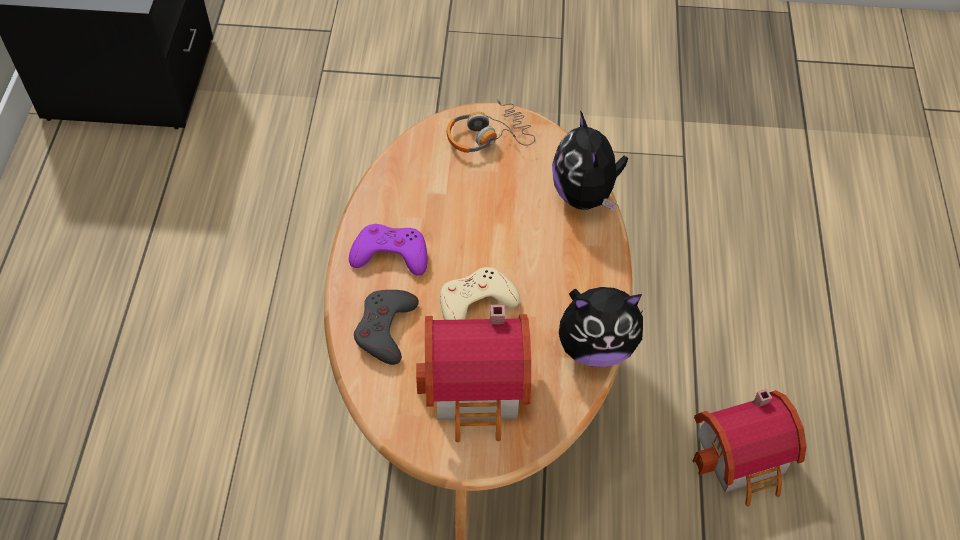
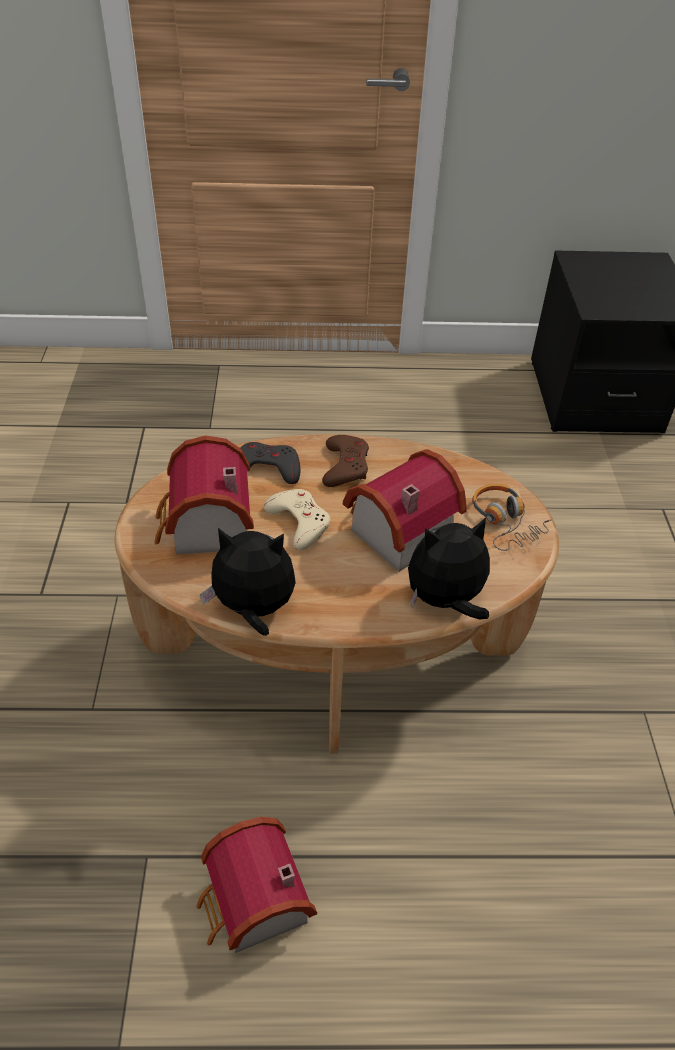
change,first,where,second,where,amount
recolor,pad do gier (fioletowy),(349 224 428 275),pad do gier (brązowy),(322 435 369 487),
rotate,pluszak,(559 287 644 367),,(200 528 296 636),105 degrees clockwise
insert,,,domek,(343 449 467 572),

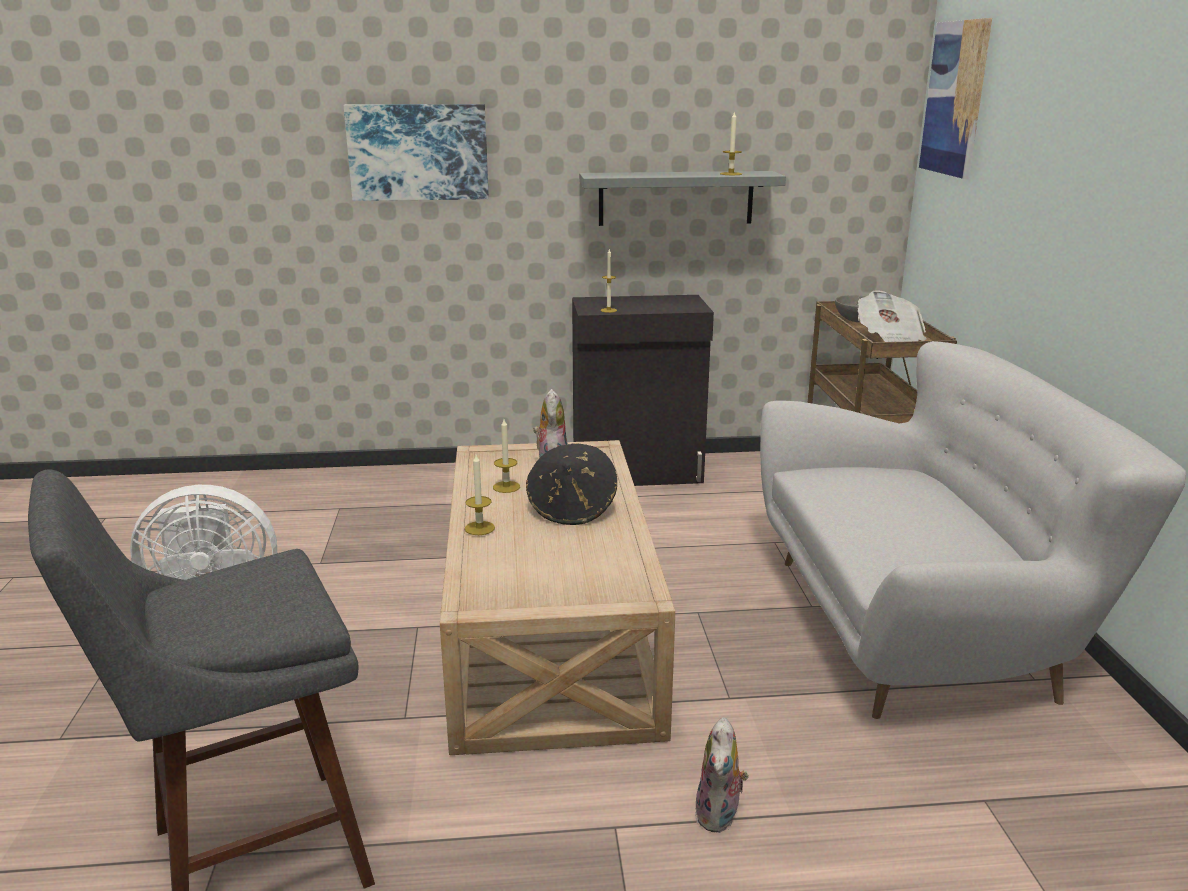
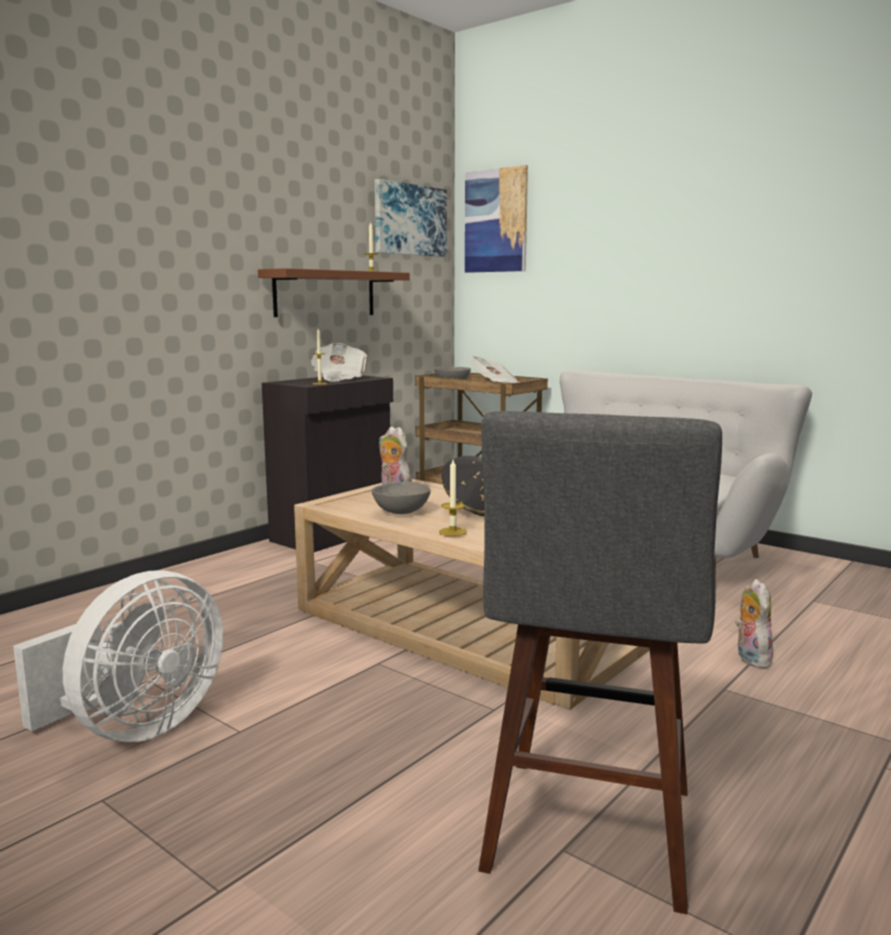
change,first,where,second,where,amount
move,obraz,(344 104 489 201),,(375 179 447 257),
replace,świeca,(493 419 520 493),miska (szary),(372 481 431 514),
recolor,półka (szary),(579 171 786 226),półka (brązowy),(258 268 410 317),
rotate,pluszak,(695 717 749 833),,(735 579 773 668),150 degrees counterclockwise
insert,,,gazeta,(310 343 367 382),

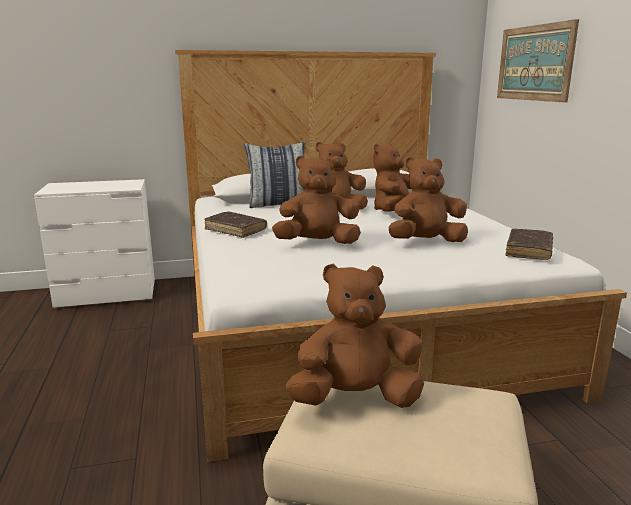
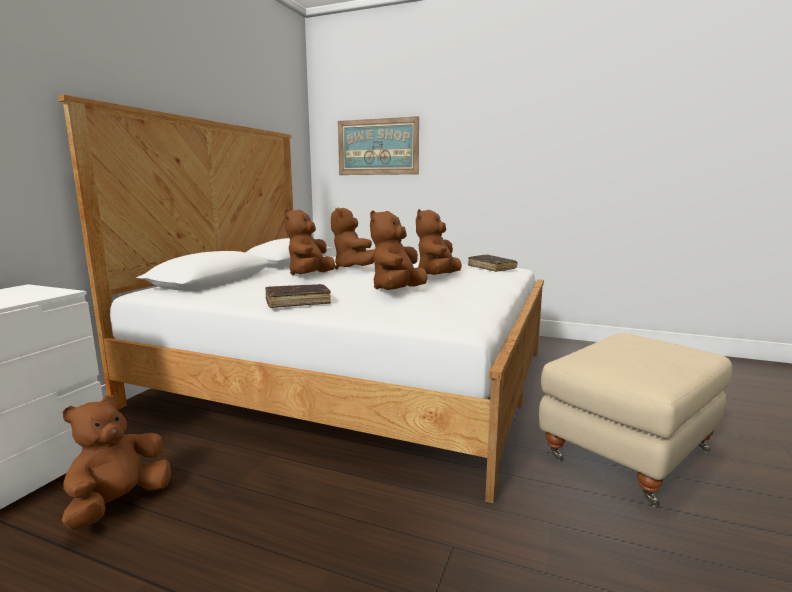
change,first,where,second,where,amount
delete,poduszka,(244 141 306 208),,,
move,pluszak (brązowy),(286 264 424 408),,(62 395 171 530),

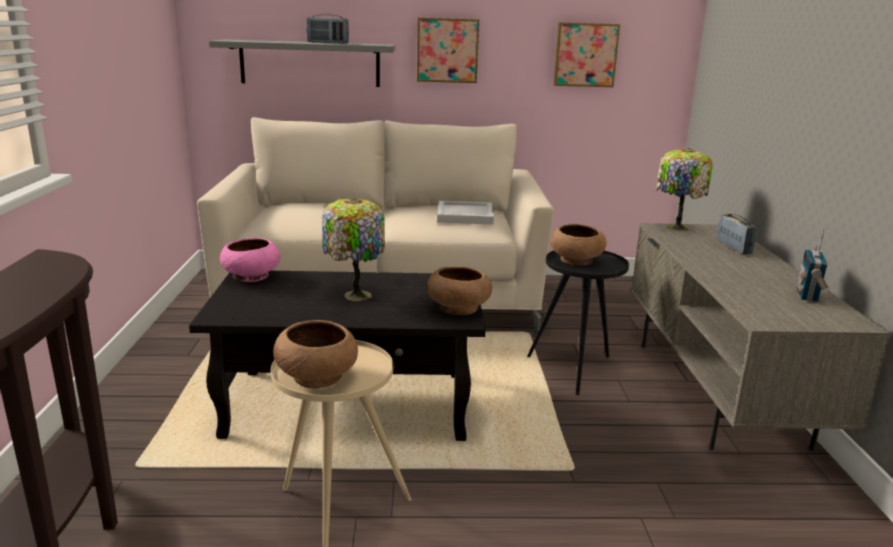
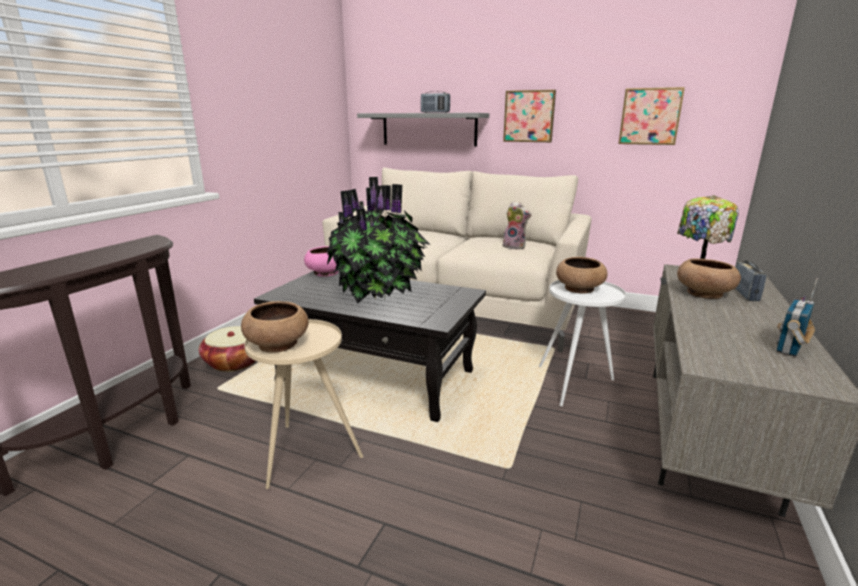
change,first,where,second,where,amount
replace,lampa stołowa,(322 198 385 301),roślina doniczkowa,(326 177 430 304),
move,miska (brązowy),(427 266 492 315),,(677 258 741 299),
replace,taca (biały),(437 201 494 224),pluszak,(503 201 531 250),
recolor,stolik (czarny),(527 251 629 395),stolik (biały),(539 280 626 406),
insert,,,koszyk,(199 326 255 372),

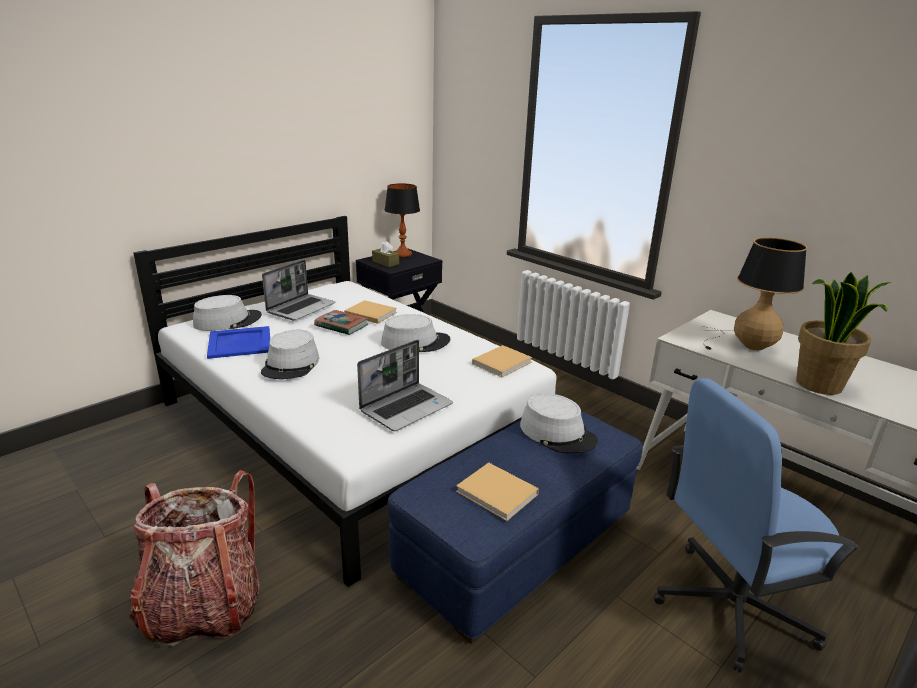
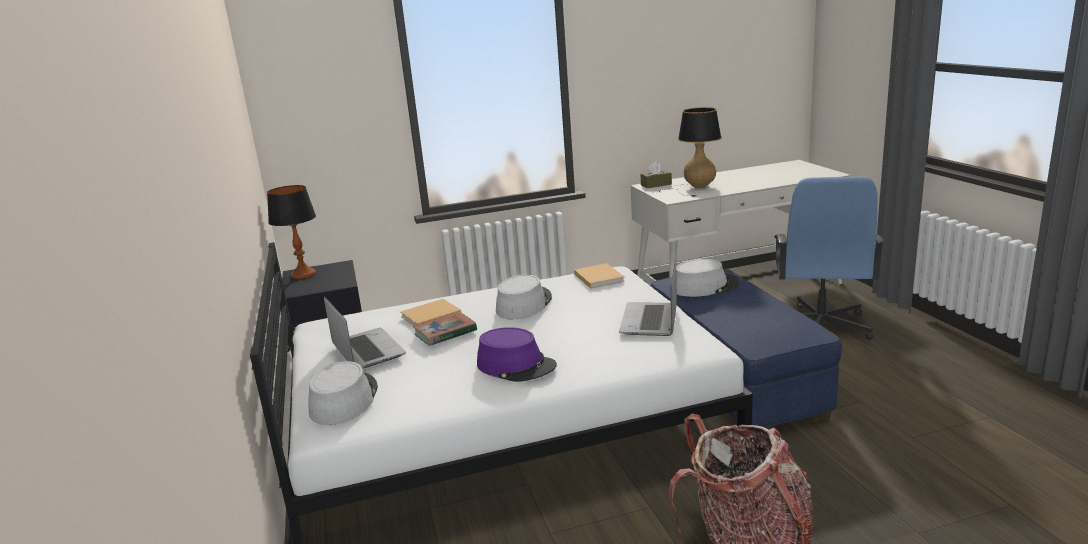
change,first,where,second,where,amount
delete,taca (niebieski),(207 326 270 359),,,
recolor,kapelusz (szary),(261 330 319 379),kapelusz (fioletowy),(477 327 557 382),
rotate,laptop,(357 340 453 431),,(619 260 677 336),150 degrees counterclockwise
move,pudełko chusteczek (brązowy),(372 241 399 267),,(641 162 672 188),
delete,książka (beżowy),(456 463 539 521),,,
delete,roślina doniczkowa,(796 272 890 395),,,

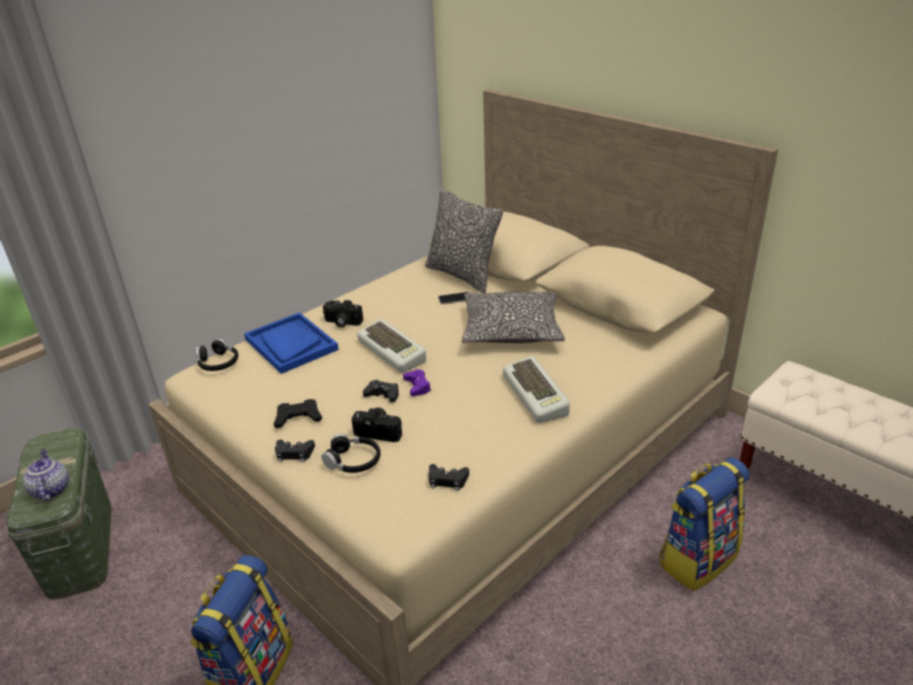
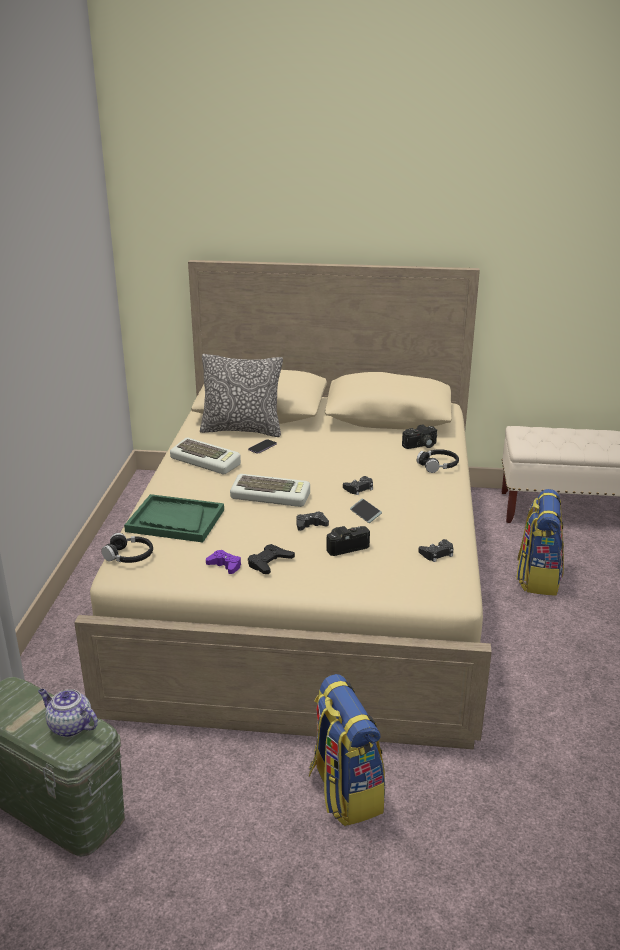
change,first,where,second,where,amount
recolor,taca (niebieski),(244 312 339 374),taca (zielony),(124 494 224 542),
move,pad do gier (czarny),(275 440 315 462),,(343 476 373 495),
move,słuchawki (czarny),(321 434 381 473),,(417 449 459 473),
move,aparat fotograficzny,(323 300 363 328),,(402 425 437 449),
move,pad do gier (fioletowy),(403 369 431 396),,(206 550 241 574),
delete,poduszka,(462 292 565 343),,,
move,klawiatura,(503 356 570 423),,(170 438 241 474),
insert,,,telefon,(350 498 382 523),

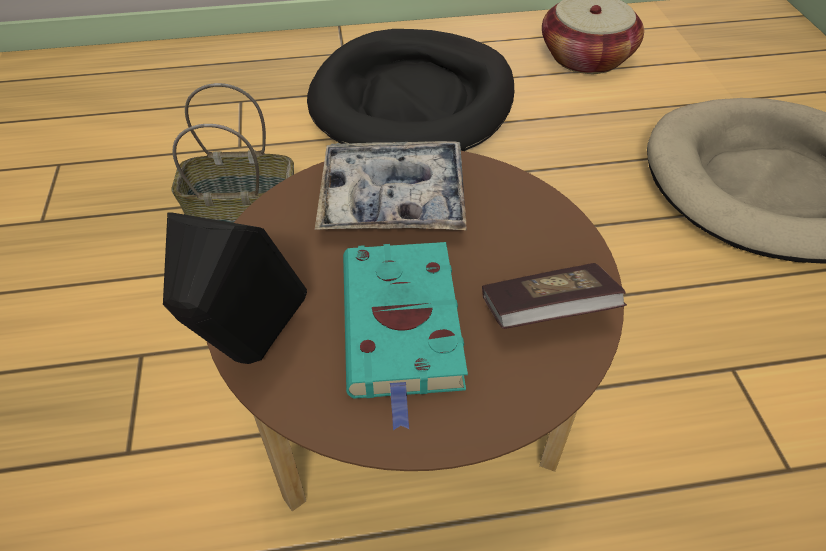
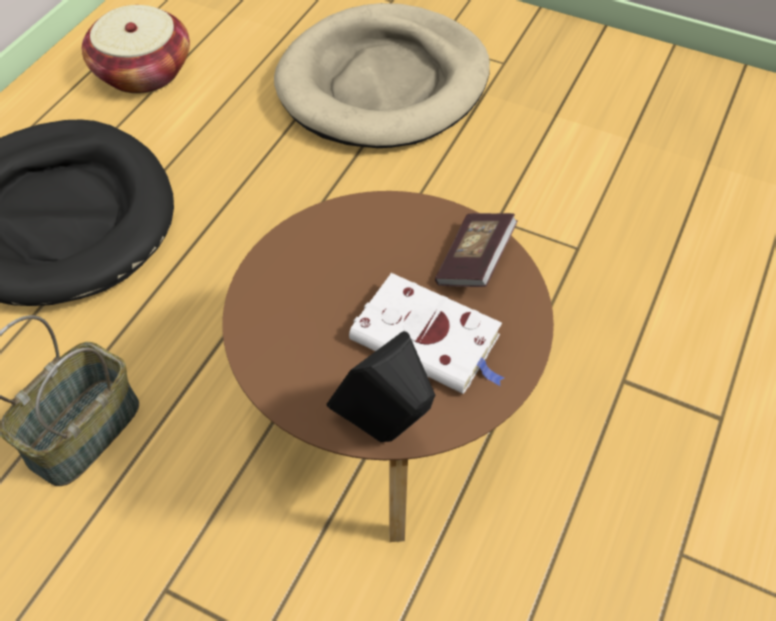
change,first,where,second,where,amount
delete,taca,(315 141 467 230),,,
recolor,książka (turkusowy),(343 242 468 430),książka (biały),(349 273 504 394),

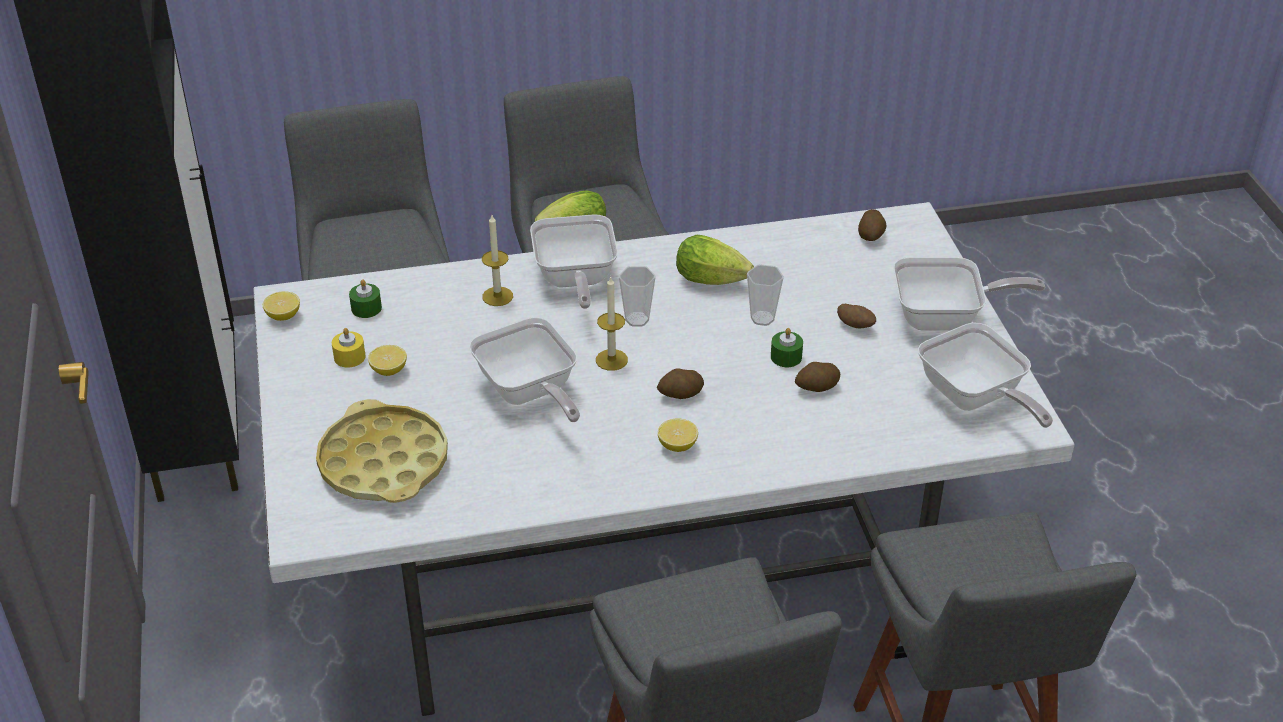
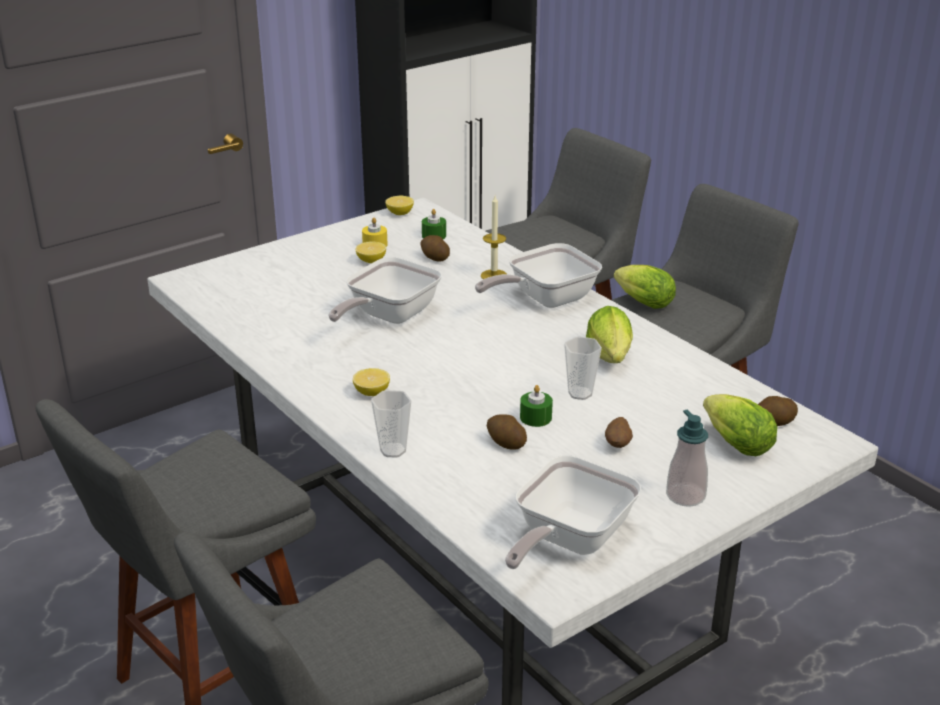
change,first,where,second,where,amount
delete,taca (żółty),(316 399 448 503),,,
delete,świeca,(596 276 628 371),,,
move,filiżanka,(619 266 656 327),,(371 390 412 458),
move,ziemniak,(657 369 704 399),,(420 235 450 261),
replace,patelnia,(893 257 1046 330),dozownik mydła,(666 410 708 507),
insert,,,sałata,(703 394 777 456),

